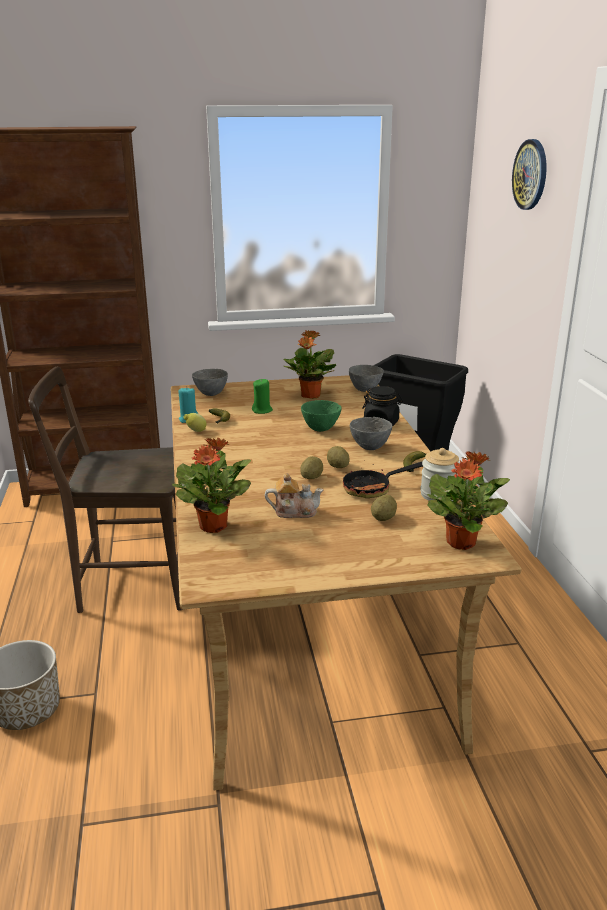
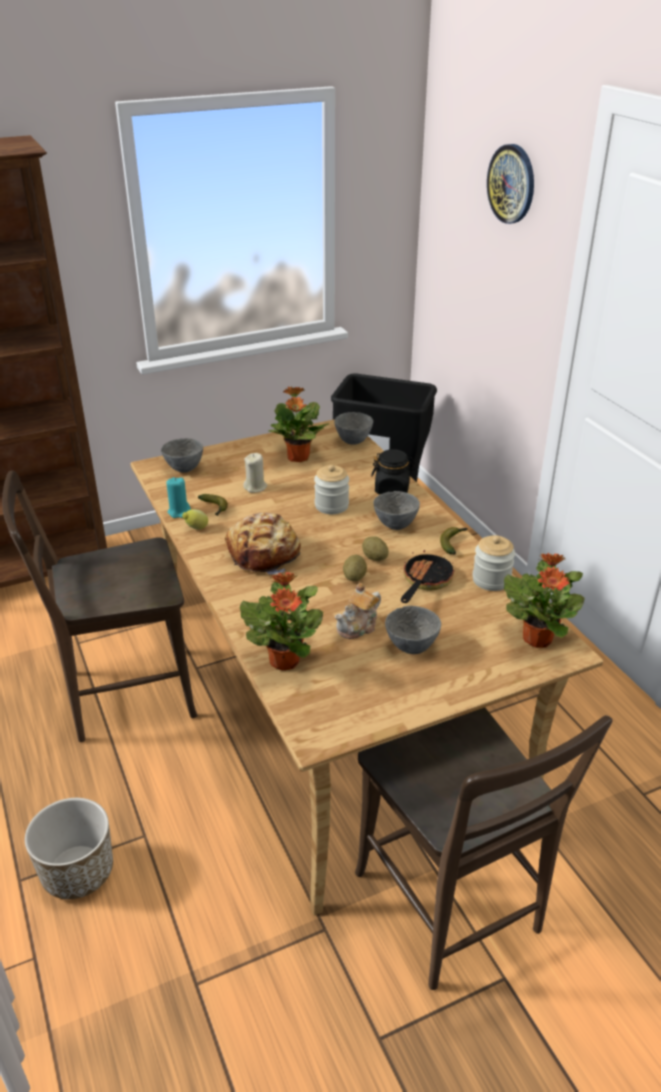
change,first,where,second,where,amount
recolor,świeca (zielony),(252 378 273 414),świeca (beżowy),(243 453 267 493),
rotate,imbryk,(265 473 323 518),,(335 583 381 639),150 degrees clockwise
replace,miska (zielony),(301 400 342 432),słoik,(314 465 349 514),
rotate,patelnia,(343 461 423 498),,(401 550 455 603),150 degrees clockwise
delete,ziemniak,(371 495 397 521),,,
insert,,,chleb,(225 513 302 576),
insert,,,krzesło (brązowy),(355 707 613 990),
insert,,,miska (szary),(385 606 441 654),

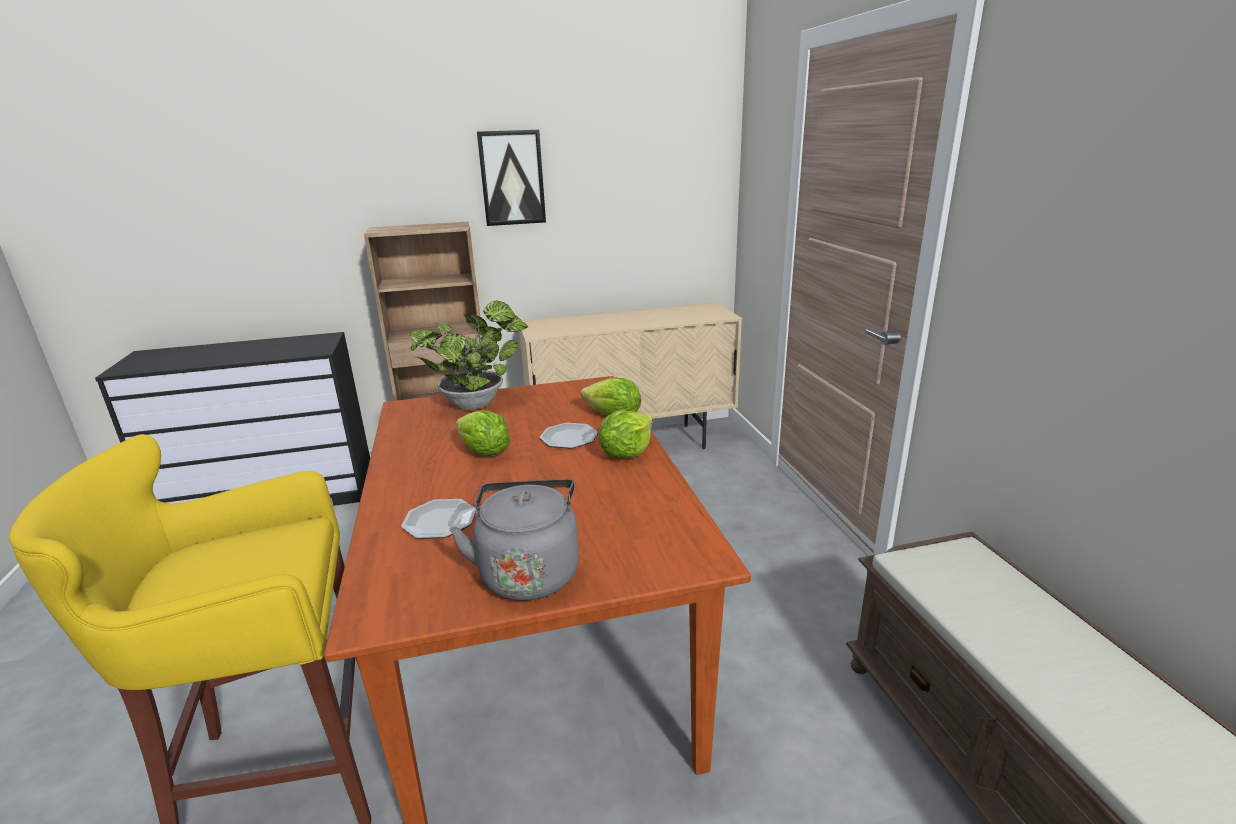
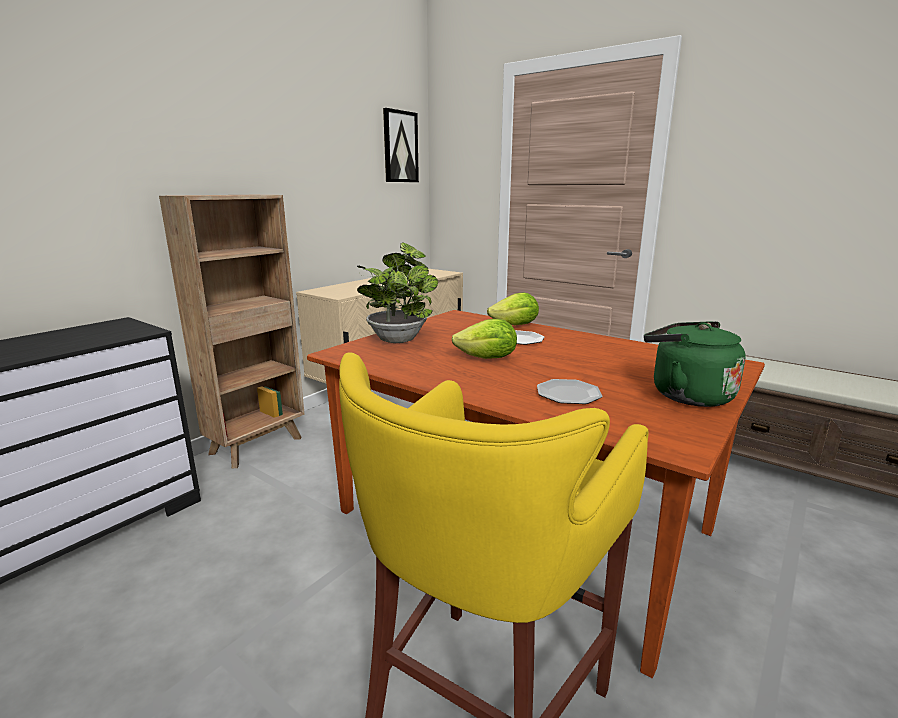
change,first,where,second,where,amount
recolor,czajnik (szary),(450 479 579 601),czajnik (zielony),(644 321 746 407),
move,obraz,(477 130 546 226),,(383 108 419 182),
delete,sałata,(598 410 653 458),,,

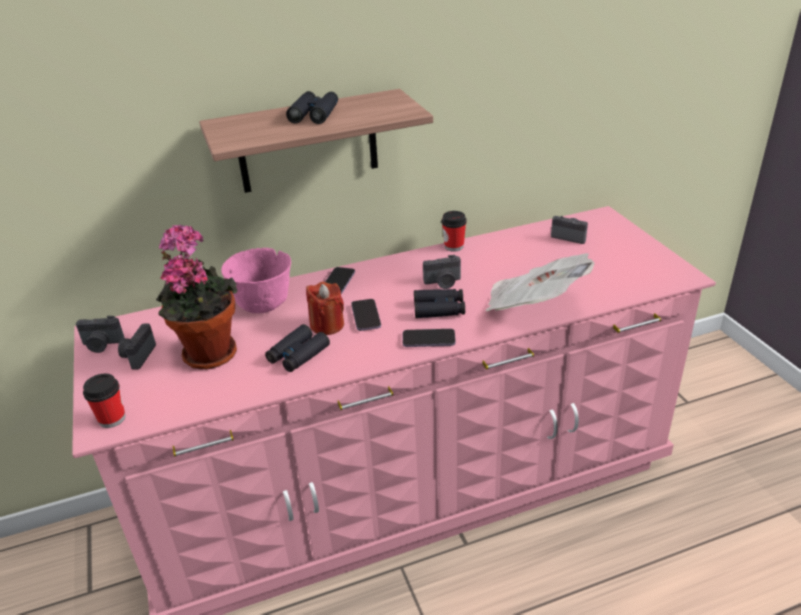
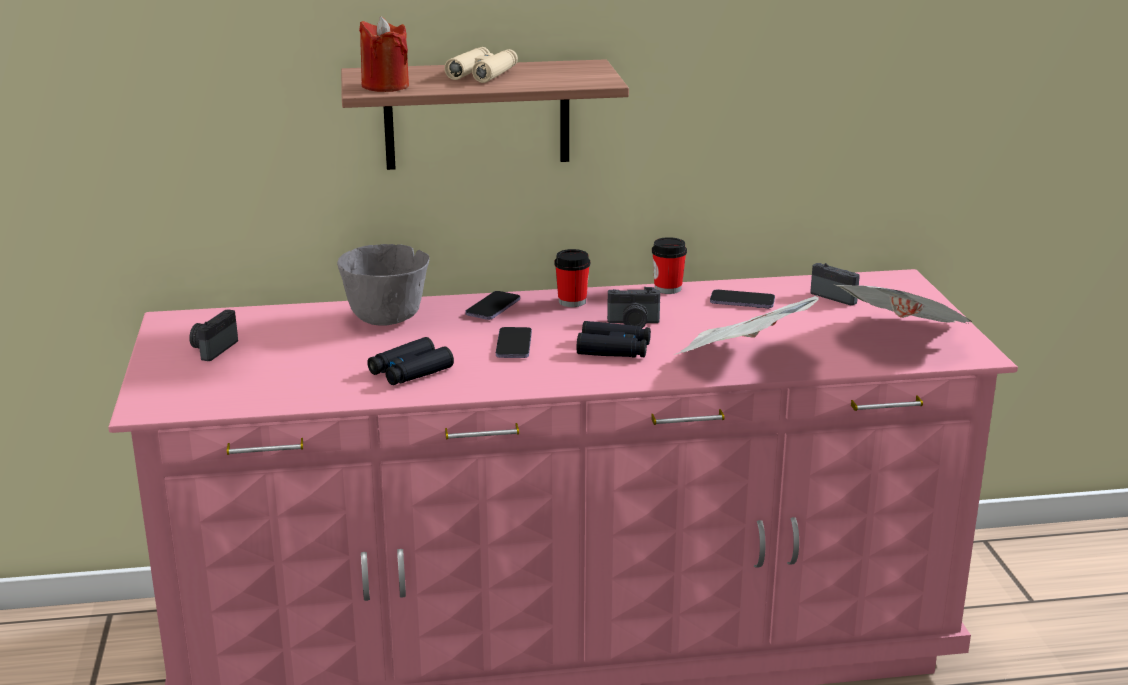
change,first,where,second,where,amount
delete,aparat fotograficzny,(76 316 125 353),,,
move,filiżanka,(83 374 125 428),,(554 249 590 307),
delete,roślina doniczkowa,(156 224 238 370),,,
recolor,miska (różowy),(222 248 291 313),miska (szary),(337 244 430 325),
recolor,lornetka (czarny),(286 91 338 124),lornetka (beżowy),(444 47 518 83),
move,świeca (czerwony),(306 282 344 335),,(359 17 409 92),
move,telefon,(402 329 456 347),,(710 290 775 309),
insert,,,gazeta,(832 284 971 324),

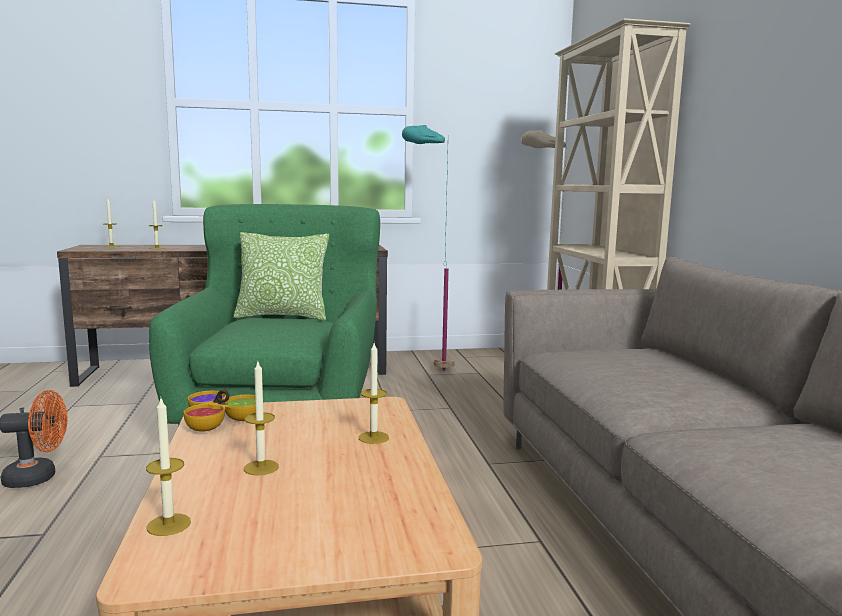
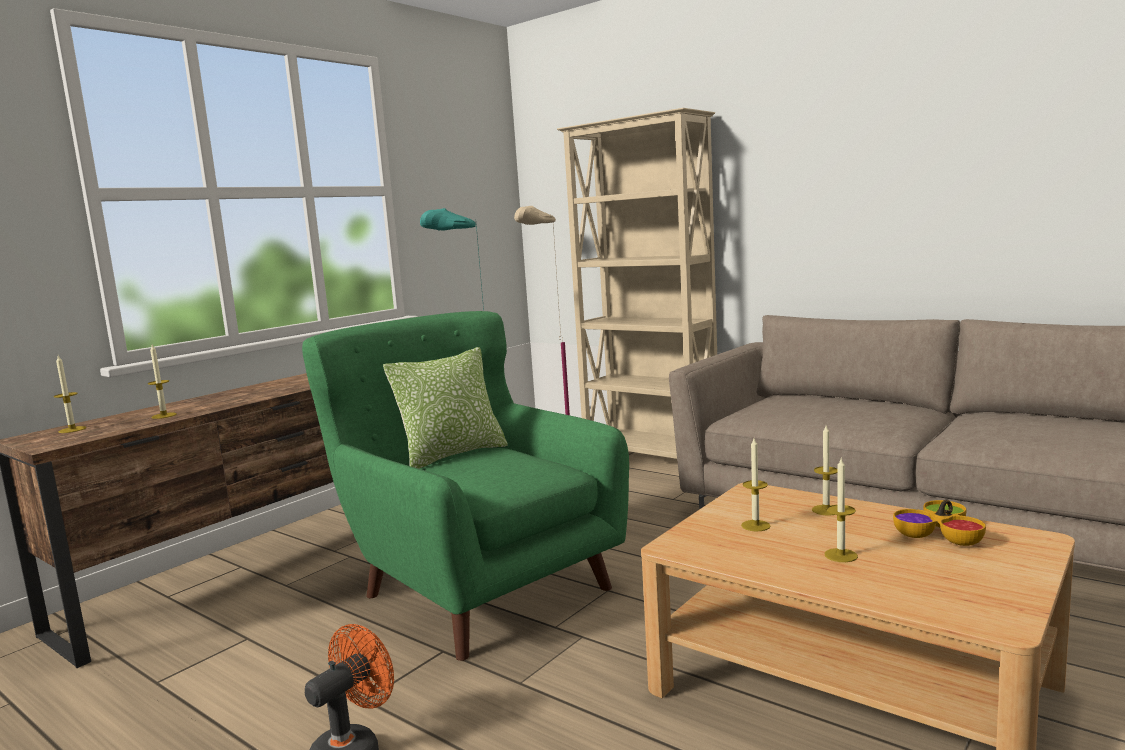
change,first,where,second,where,amount
move,świeca,(146 396 191 536),,(741 438 771 531),
move,miska,(183 389 256 432),,(893 500 986 546),

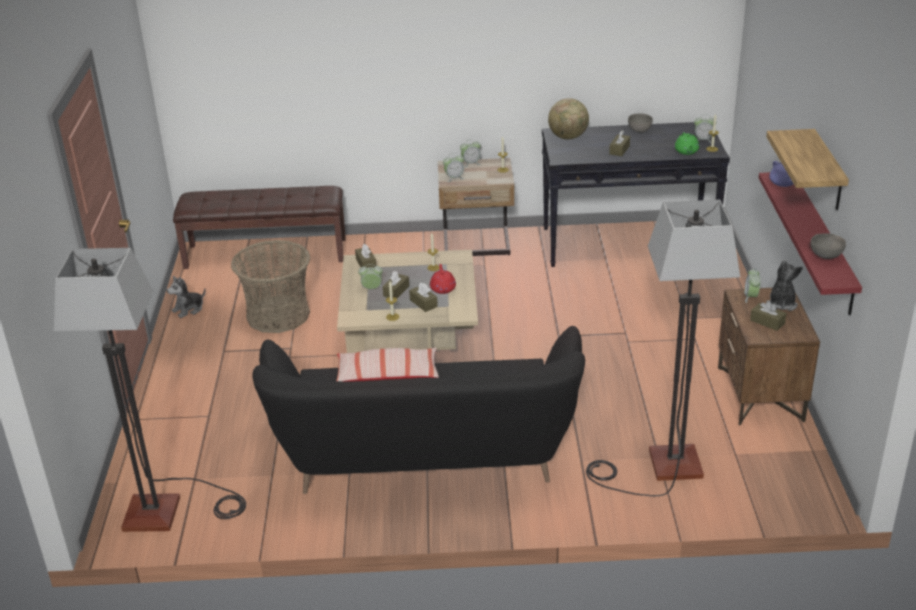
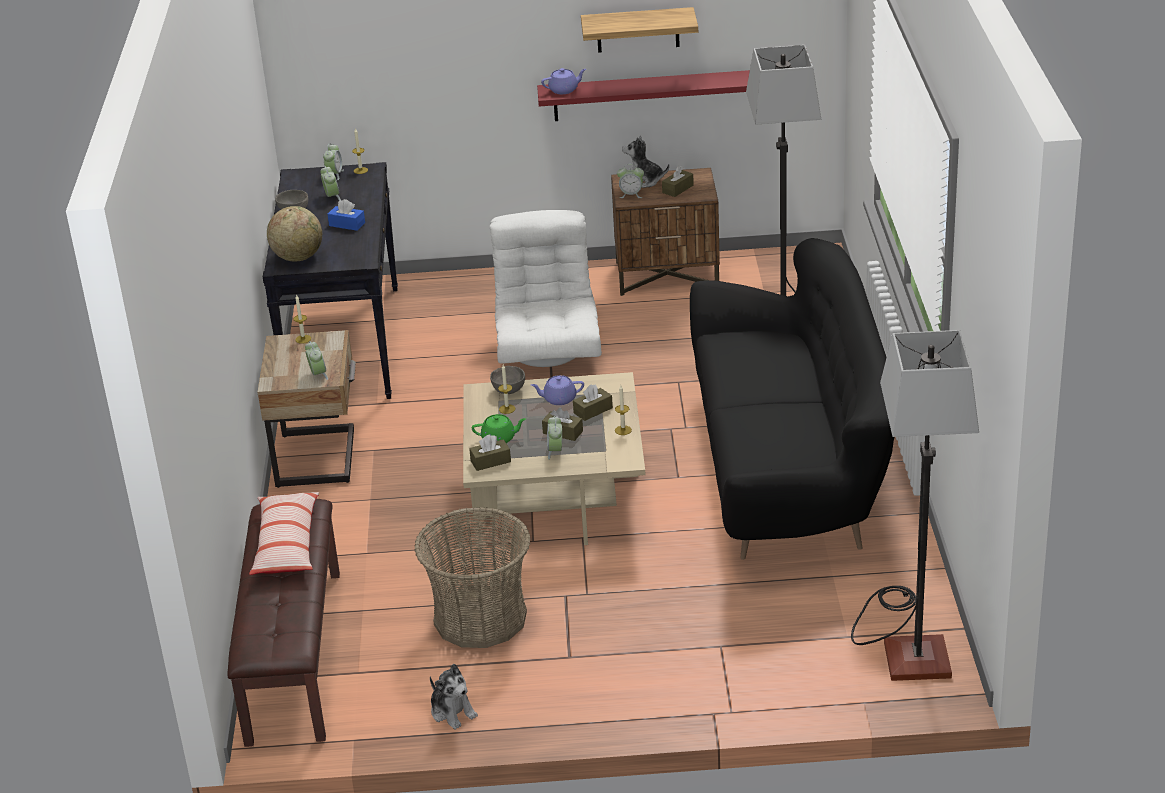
change,first,where,second,where,amount
move,poduszka,(336 348 439 381),,(249 492 319 575),
recolor,imbryk (czerwony),(430 264 456 294),imbryk (fioletowy),(531 375 584 405),
move,budzik,(460 139 481 167),,(320 166 341 201),
recolor,pudełko chusteczek (brązowy),(609 130 630 156),pudełko chusteczek (niebieski),(327 199 365 231),
move,imbryk (zielony),(675 132 699 155),,(472 414 526 443),
move,miska (szary),(810 233 846 259),,(490 366 525 394),
insert,,,fotel (biały),(489 210 602 367),

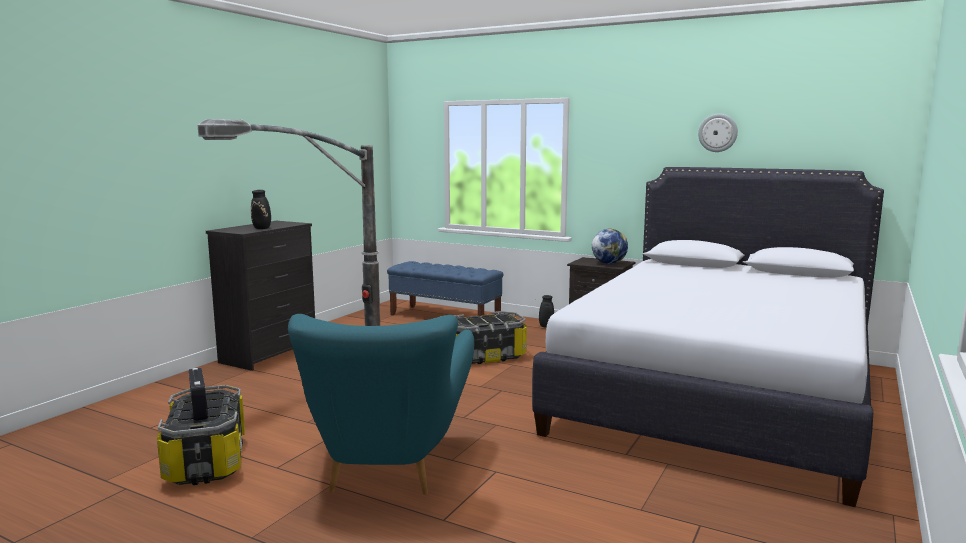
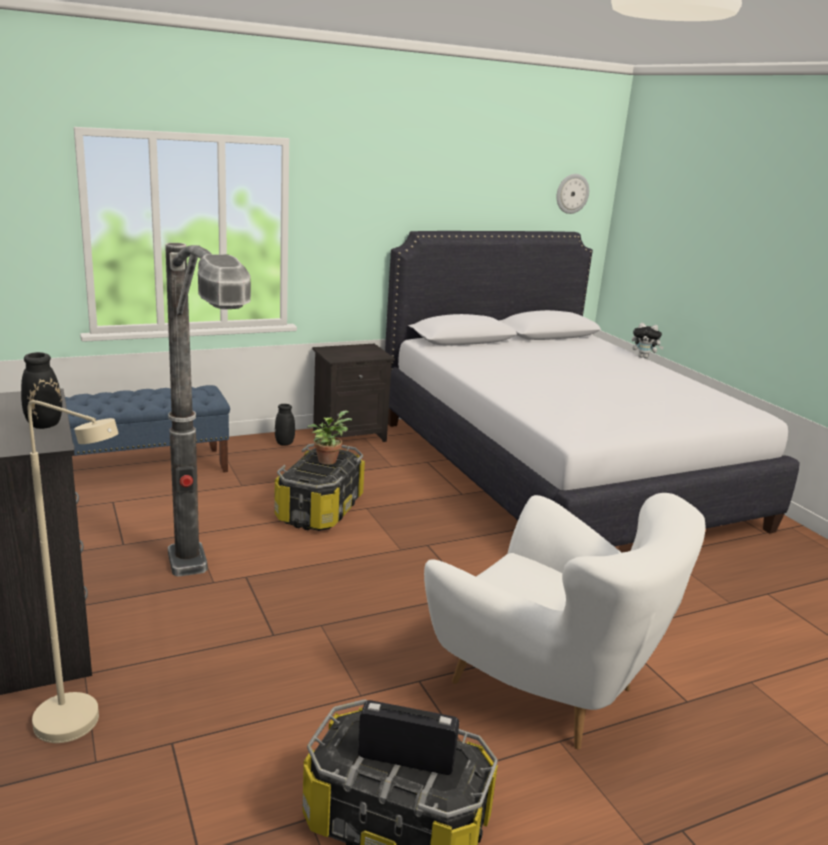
change,first,where,second,where,amount
recolor,fotel (turkusowy),(288 314 474 495),fotel (biały),(424 493 705 750),
delete,globus,(592 229 628 264),,,
move,zegar ścienny,(698 114 738 152),,(556 174 589 214),
insert,,,lampa stojąca (beżowy),(28 400 119 743),
insert,,,roślina doniczkowa,(307 410 352 465),
insert,,,pluszak,(632 323 664 358),

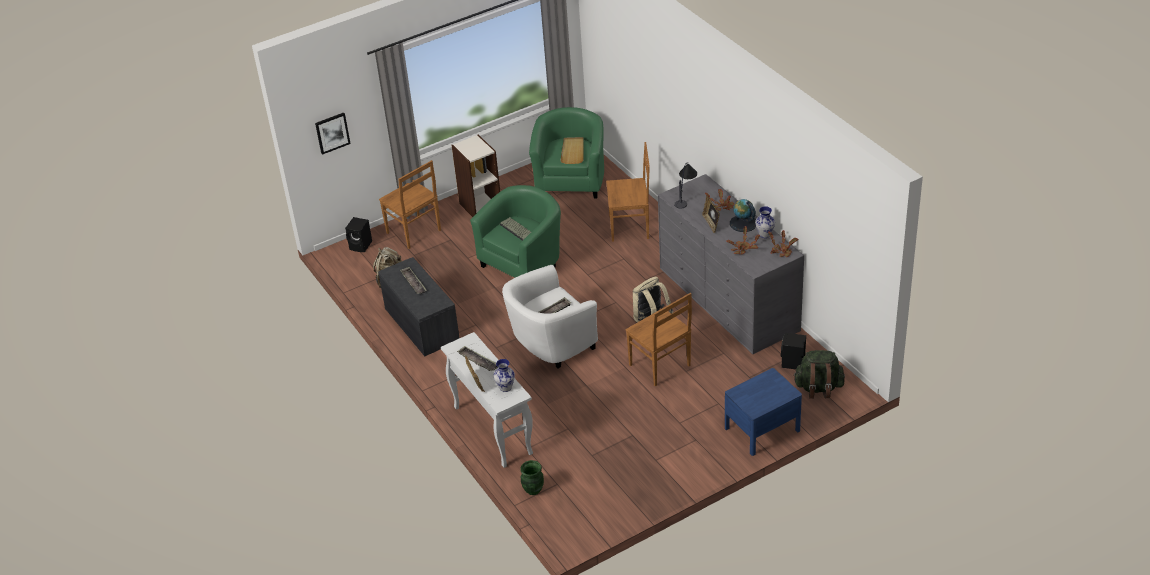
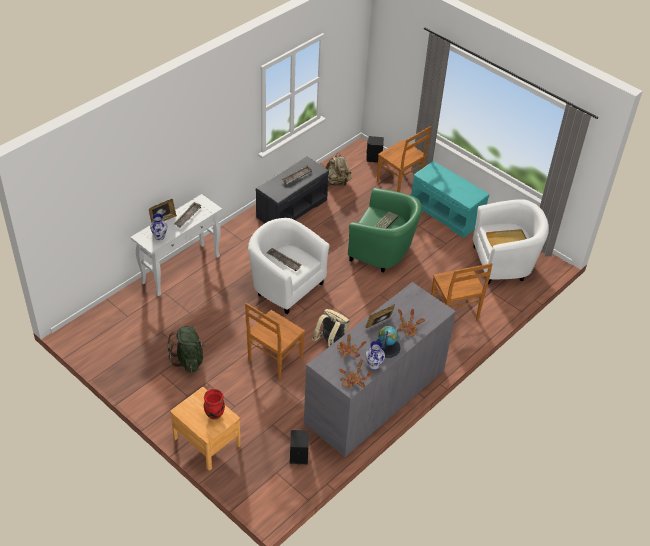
change,first,where,second,where,amount
delete,obraz,(315 112 350 155),,,
rotate,krzesło (brązowy),(379 160 441 249),,(377 126 432 192),75 degrees counterclockwise
replace,regał,(452 135 500 217),ławka (turkusowy),(411 161 489 238),
delete,wazon (zielony),(520 460 544 495),,,
recolor,fotel (zielony),(529 107 604 199),fotel (biały),(473 199 549 284),
delete,lampa stołowa,(674 162 697 209),,,
recolor,szafka nocna (niebieski),(725 368 802 456),szafka nocna (brązowy),(171 387 241 471),
move,plecak (zielony),(793 350 845 399),,(167 326 206 373),
insert,,,wazon (czerwony),(204 389 225 420),

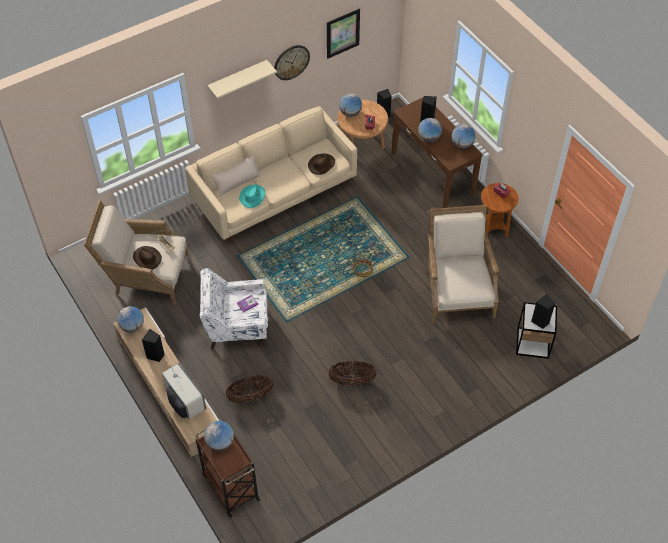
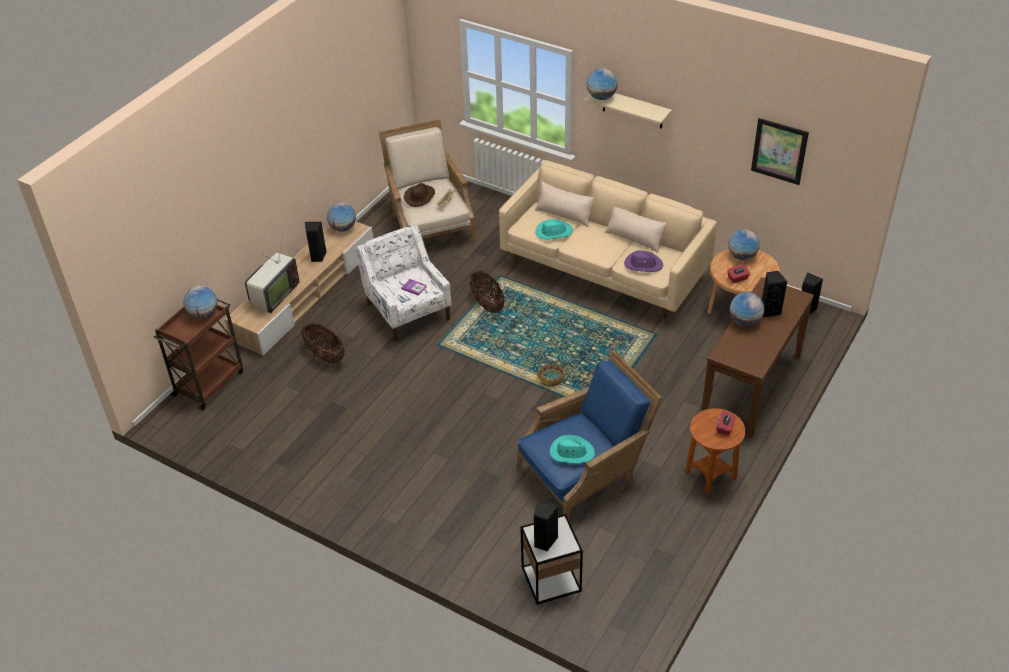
change,first,where,second,where,amount
delete,zegar ścienny,(274 45 310 80),,,
recolor,kapelusz (brązowy),(308 154 335 175),kapelusz (fioletowy),(624 250 663 272),
move,koszyk,(328 361 377 386),,(470 271 504 313),
recolor,fotel (beżowy),(427 205 500 323),fotel (niebieski),(517 350 662 520),
move,globus,(451 124 476 149),,(587 68 618 100),
insert,,,kapelusz (turkusowy),(550 435 595 464),
insert,,,poduszka (beżowy),(605 207 667 253),

